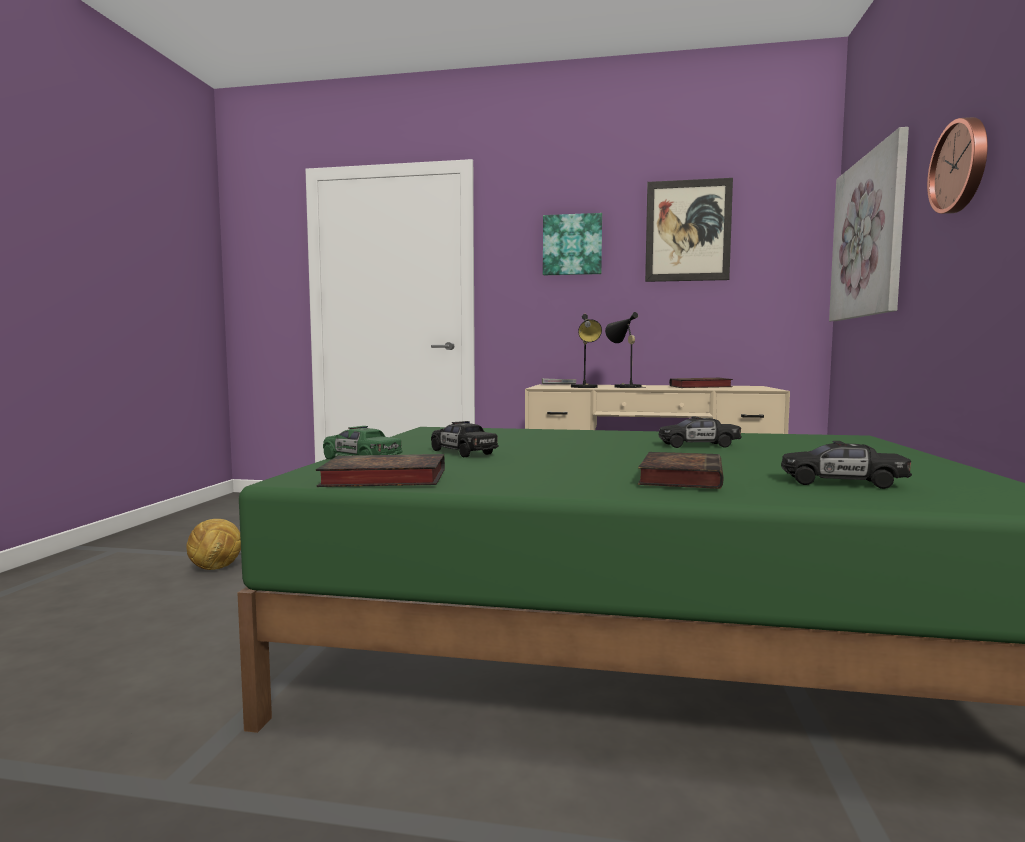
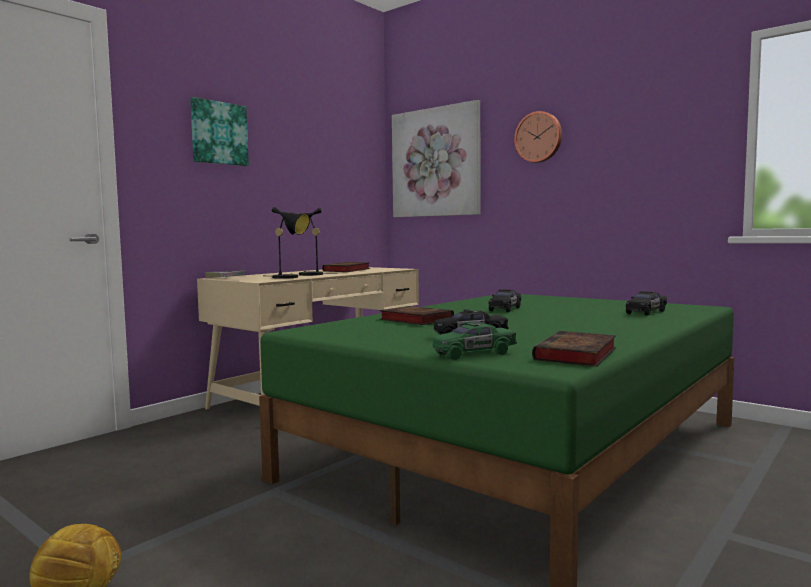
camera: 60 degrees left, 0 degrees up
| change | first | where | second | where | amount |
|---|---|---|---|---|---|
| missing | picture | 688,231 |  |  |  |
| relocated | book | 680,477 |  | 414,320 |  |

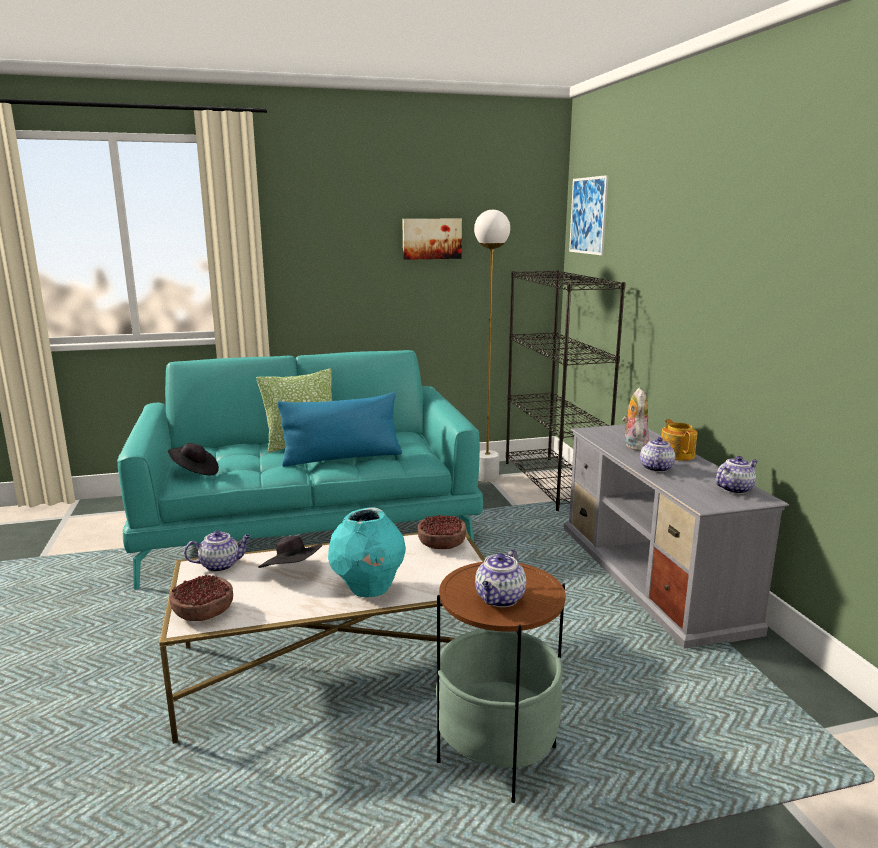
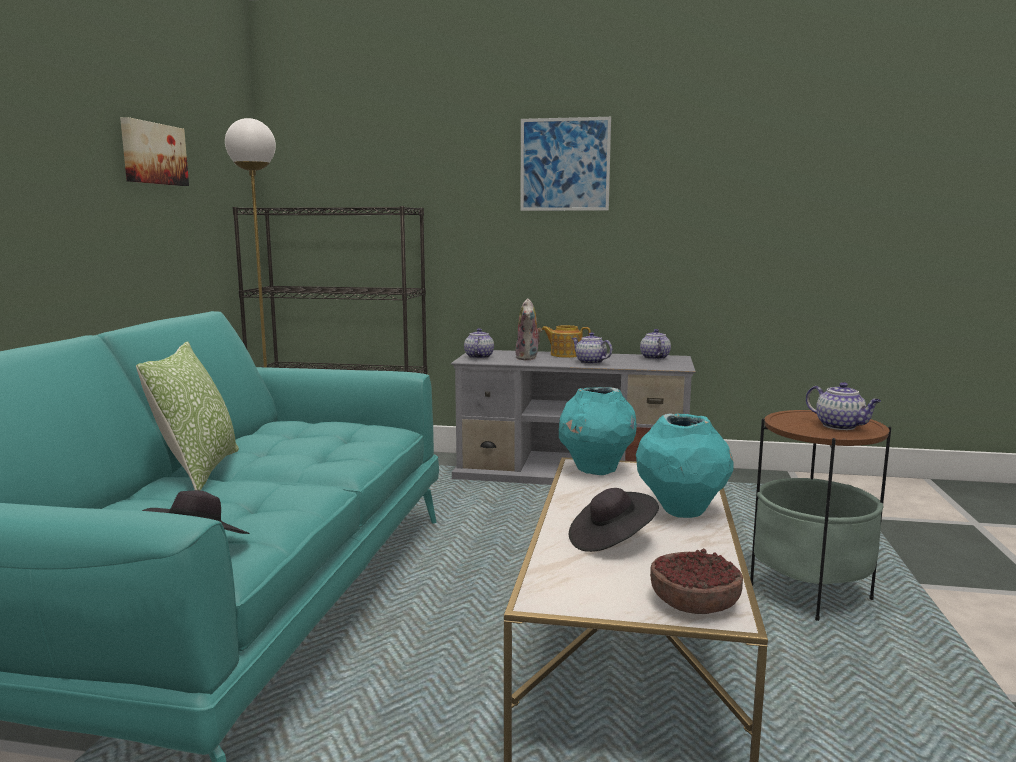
camera: 65 degrees left, 5 degrees down
| change | first | where | second | where | amount |
|---|---|---|---|---|---|
| relocated | picture | 588,215 |  | 565,164 |  |
| spun | plush toy | 633,446 |  | 528,358 | 120 degrees counterclockwise |
| missing | blue pillow | 342,458 |  |  |  |
| exchanged | bowl | 441,544 | turquoise vase | 595,470 |  |
| relocated | teapot | 221,565 |  | 478,357 |  |

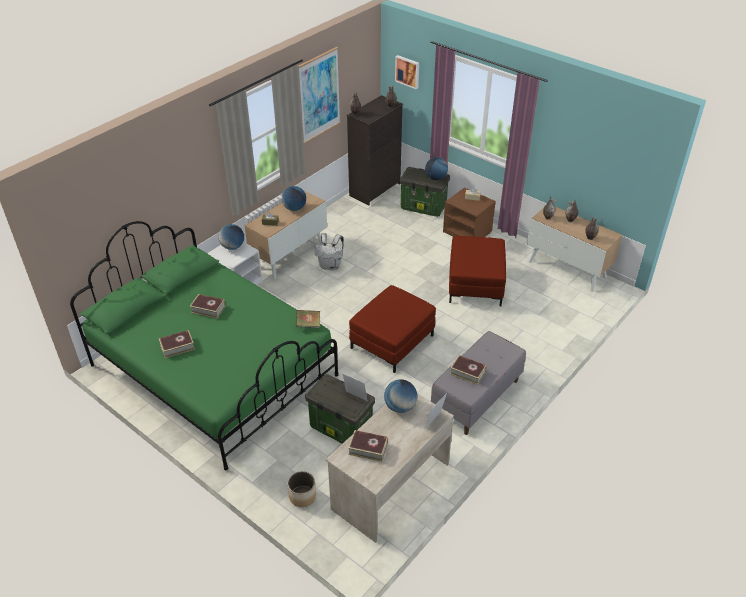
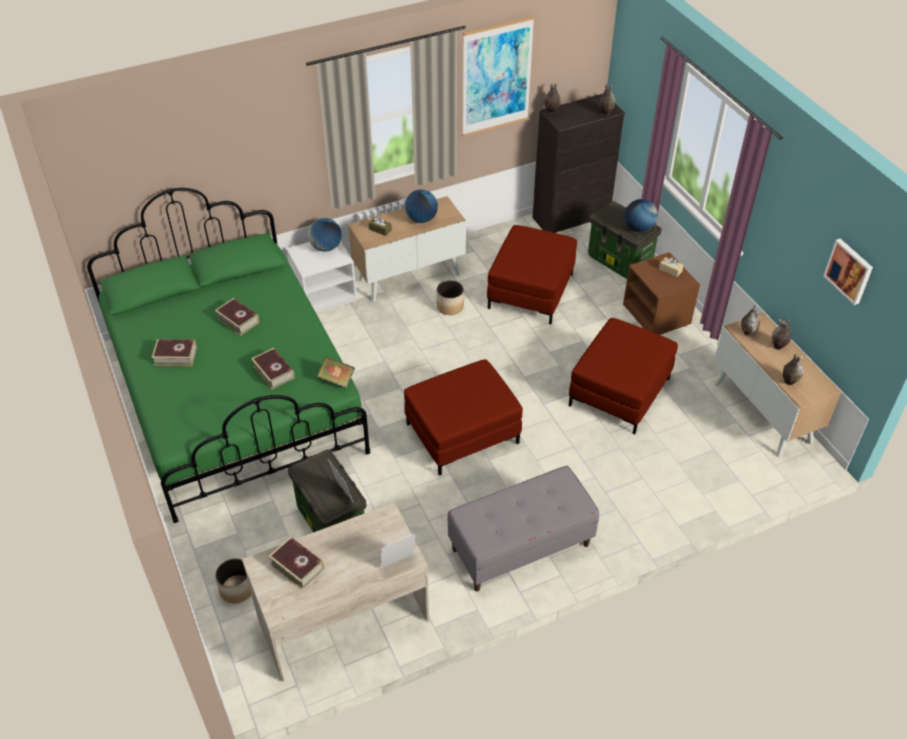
camera: 25 degrees right, 5 degrees up
| change | first | where | second | where | amount |
|---|---|---|---|---|---|
| relocated | picture | 407,71 |  | 849,271 |  |
| exchanged | white backpack | 331,266 | planter | 450,306 |  |
| relocated | book | 467,372 |  | 273,372 |  |
| missing | globe | 400,407 |  |  |  |
| appeared |  |  | red ottoman | 531,291 |  |

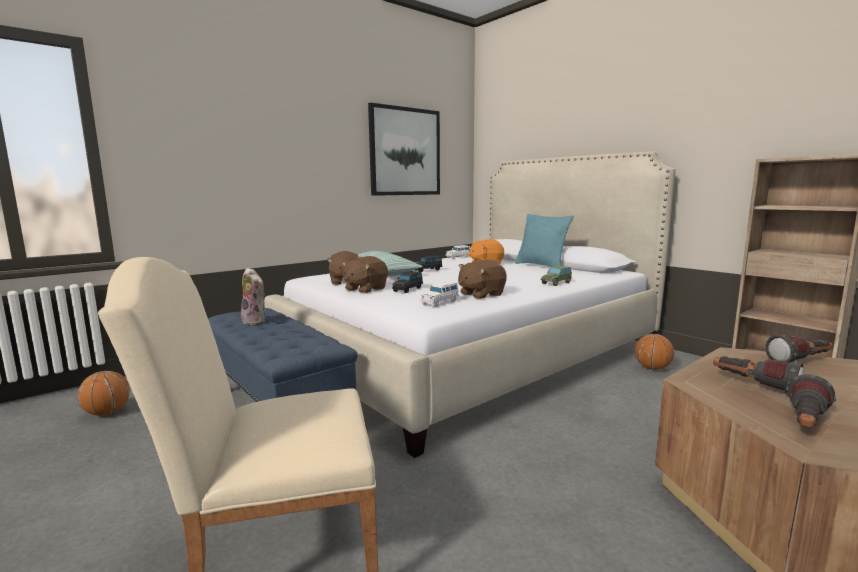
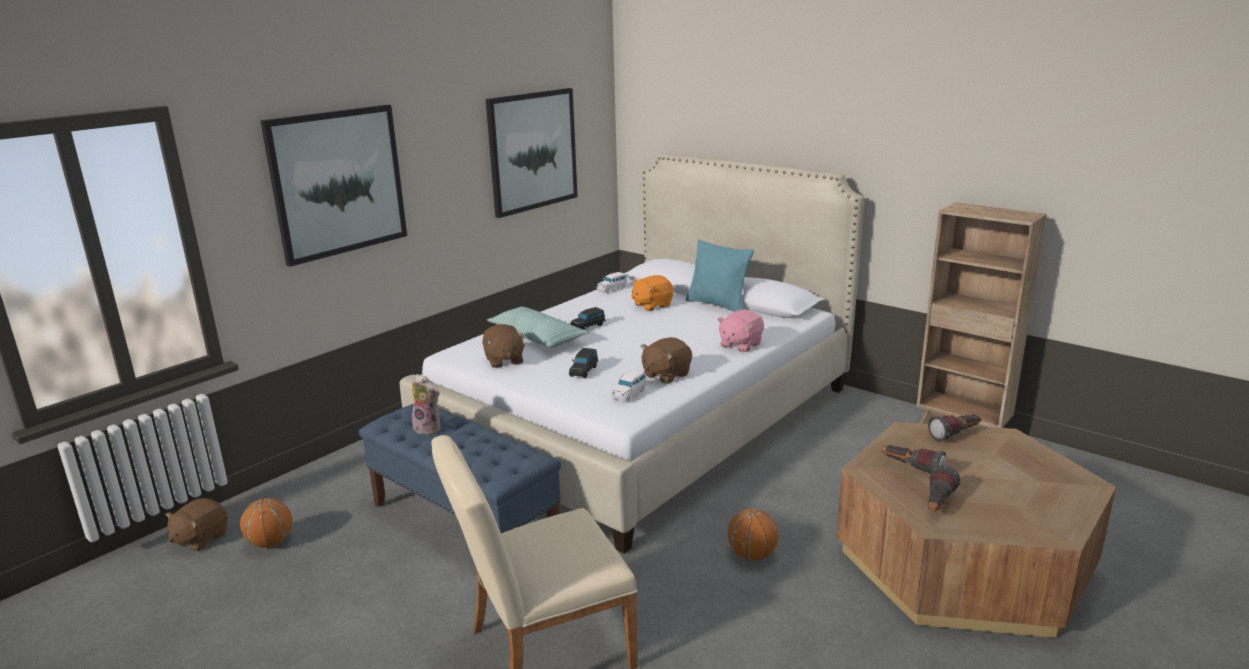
camera: 10 degrees left, 10 degrees up
| change | first | where | second | where | amount |
|---|---|---|---|---|---|
| relocated | brown plush toy | 365,289 |  | 200,539 |  |
| exchanged | toy car | 556,283 | pink plush toy | 740,345 |  |
| relocated | basketball | 652,368 |  | 752,555 |  |
| appeared |  |  | picture | 338,182 |  |

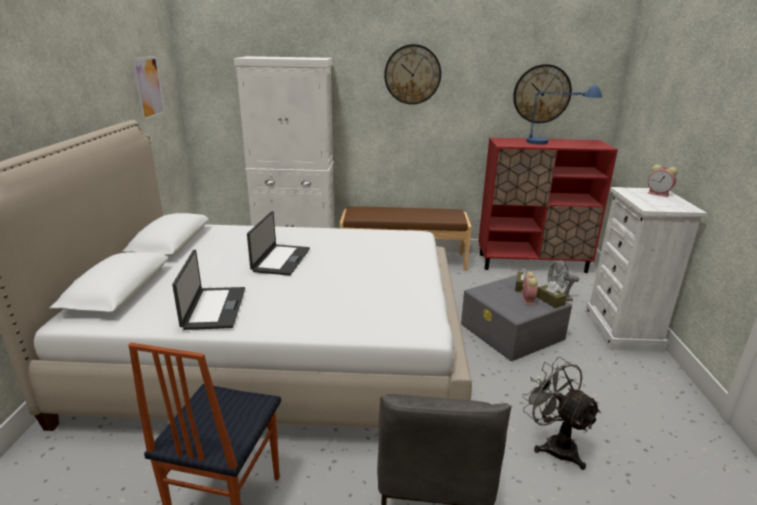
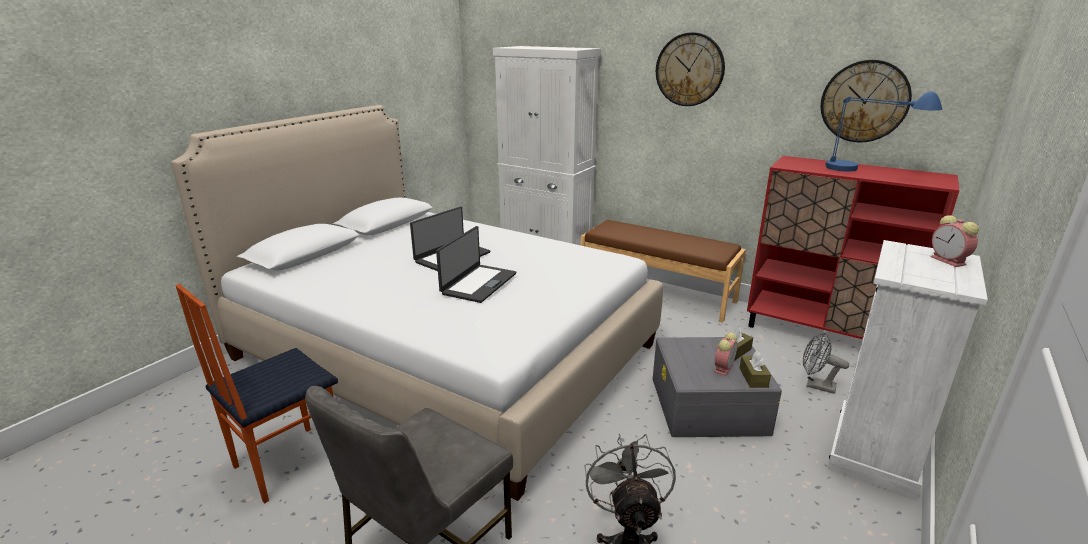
camera: 30 degrees right, 0 degrees up
| change | first | where | second | where | amount |
|---|---|---|---|---|---|
| missing | picture | 148,87 |  |  |  |
| relocated | laptop | 213,308 |  | 478,283 |  |

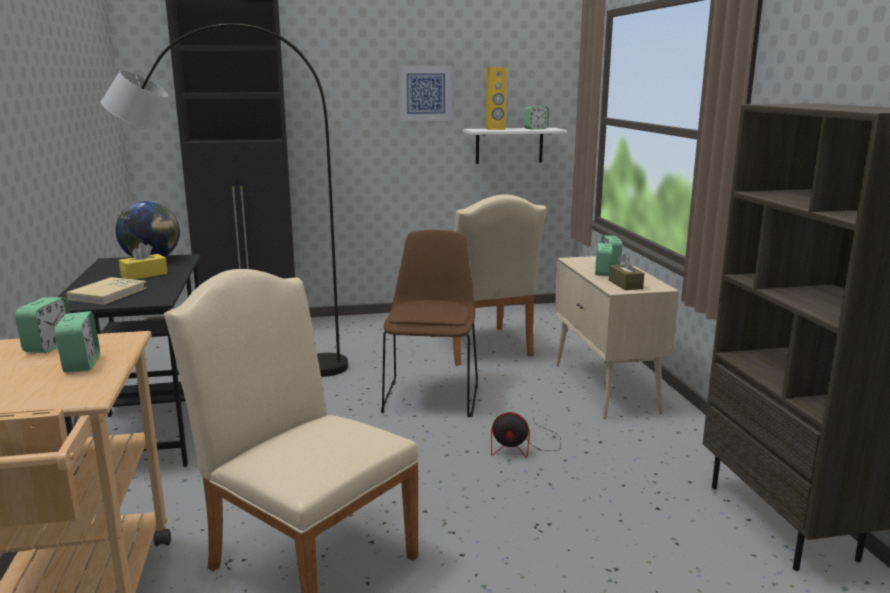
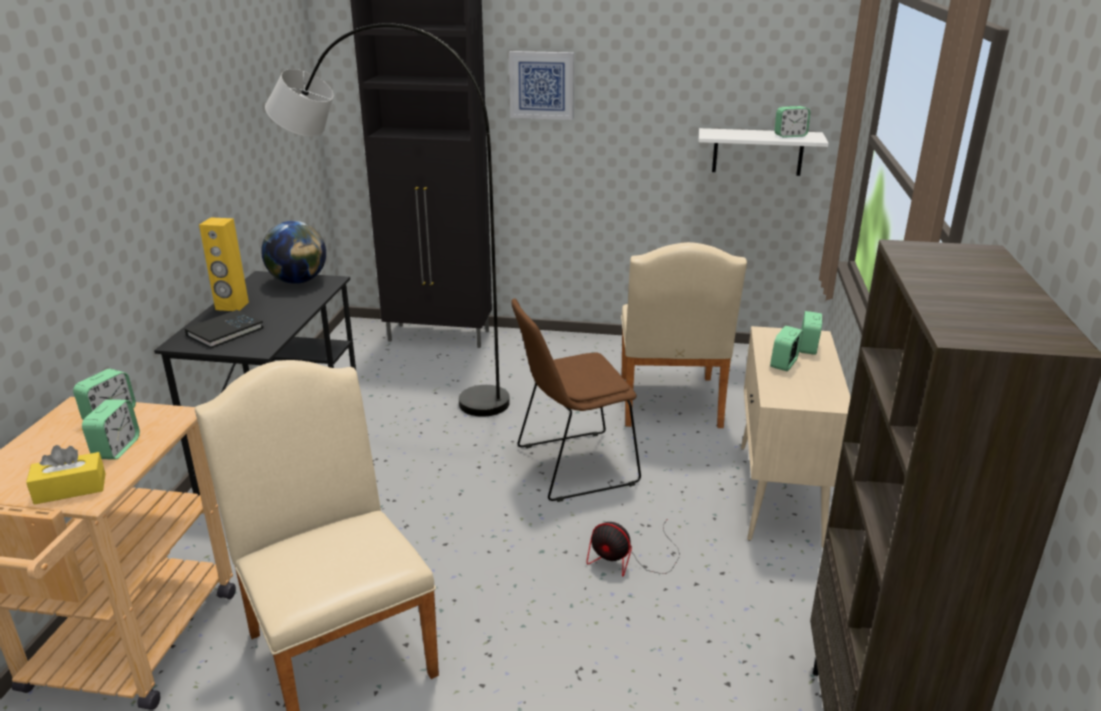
camera: 20 degrees right, 10 degrees up
| change | first | where | second | where | amount |
|---|---|---|---|---|---|
| relocated | picture | 425,93 |  | 542,85 |  |
| relocated | yellow speaker | 495,129 |  | 232,306 |  |
| spun | brown chair | 431,396 |  | 572,466 | 135 degrees counterclockwise |
| relocated | yellow tissue box | 144,275 |  | 70,489 |  |
| missing | brown tissue box | 625,284 |  |  |  |
| colour | beige book | 108,294 | black book | 225,332 |  |

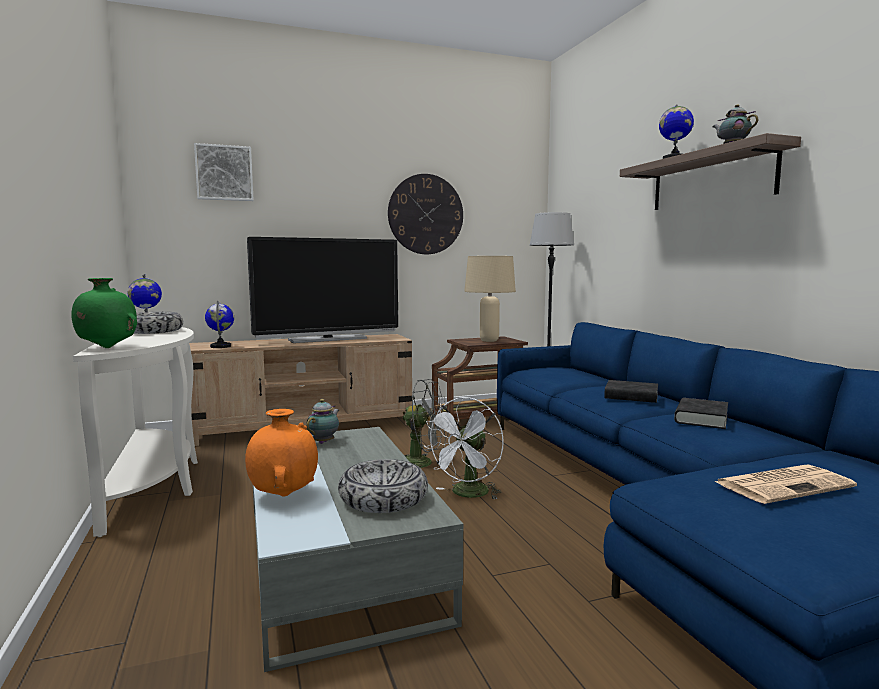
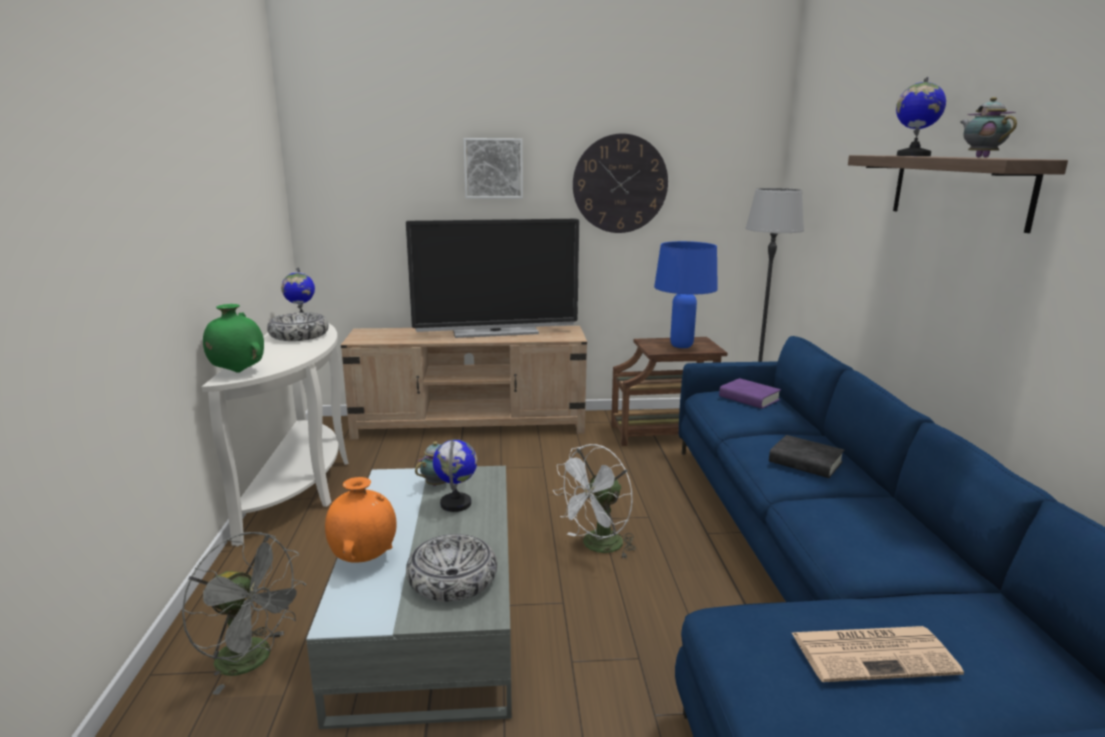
camera: 15 degrees right, 10 degrees up
| change | first | where | second | where | amount |
|---|---|---|---|---|---|
| relocated | picture | 224,173 |  | 493,168 |  |
| colour | beige table lamp | 489,340 | blue table lamp | 681,346 |  |
| relocated | globe | 221,346 |  | 456,503 |  |
| relocated | grey fan | 423,463 |  | 253,660 |  |
| missing | black book | 701,419 |  |  |  |
| appeared |  |  | purple book | 749,398 |  |

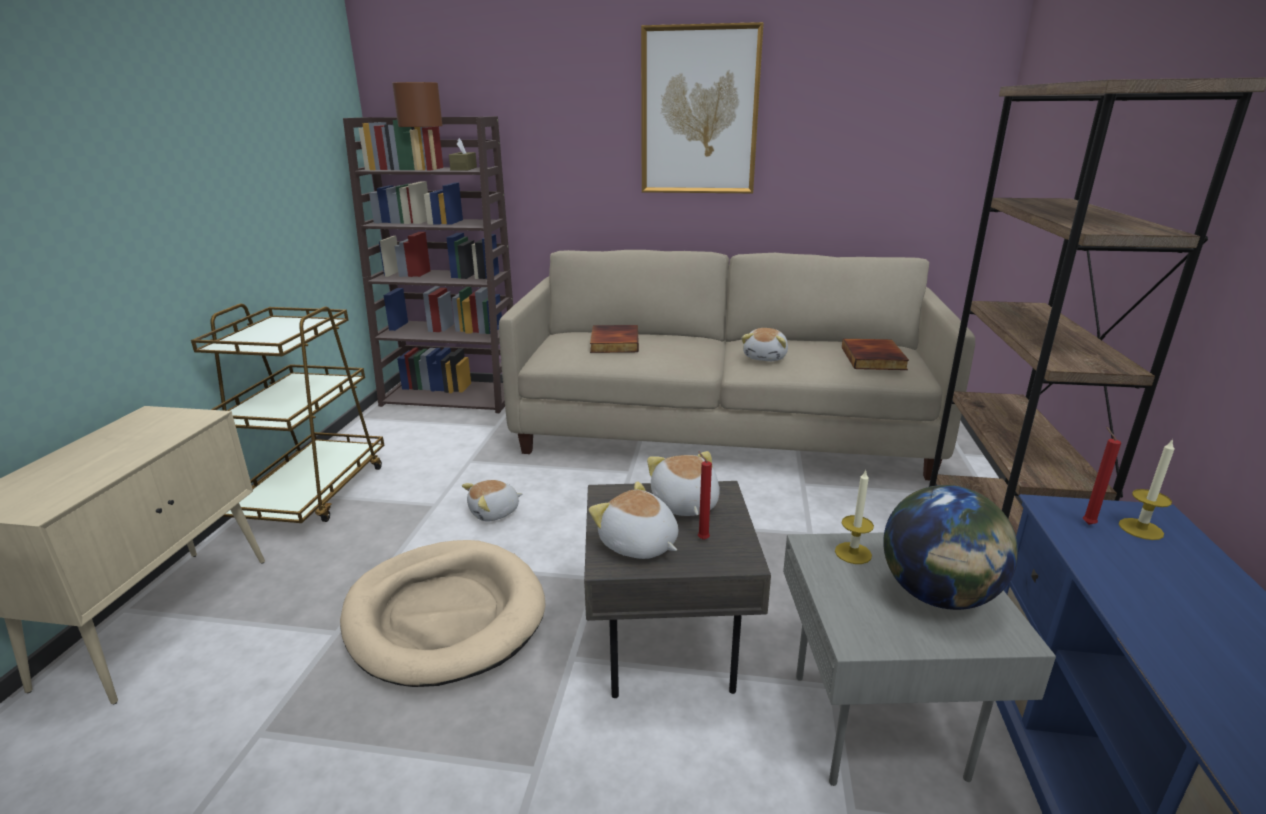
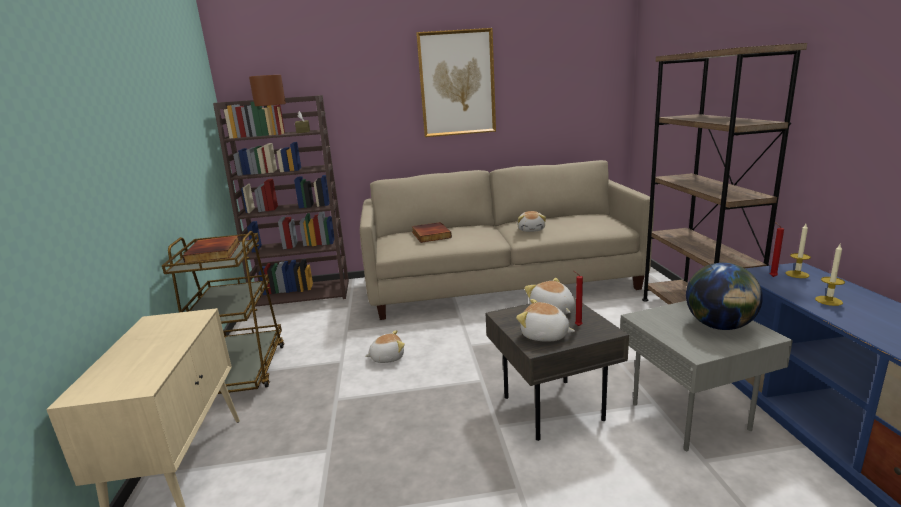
camera: 15 degrees left, 5 degrees down
| change | first | where | second | where | amount |
|---|---|---|---|---|---|
| relocated | book | 874,358 |  | 215,252 |  |
| relocated | candle | 853,553 |  | 828,301 |  |
| spun | plush toy | 495,512 |  | 387,357 | 150 degrees counterclockwise |
| missing | beige dog bed | 445,615 |  |  |  |

